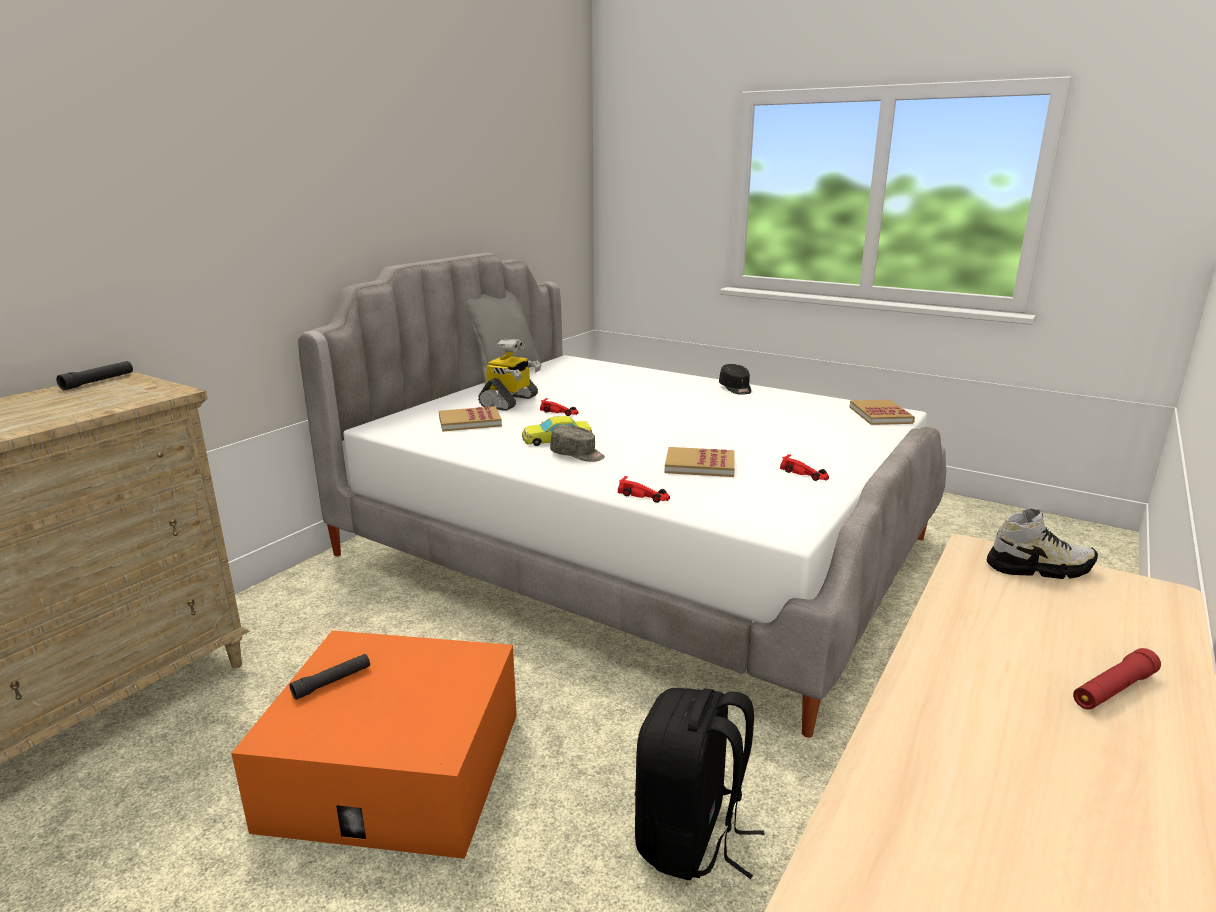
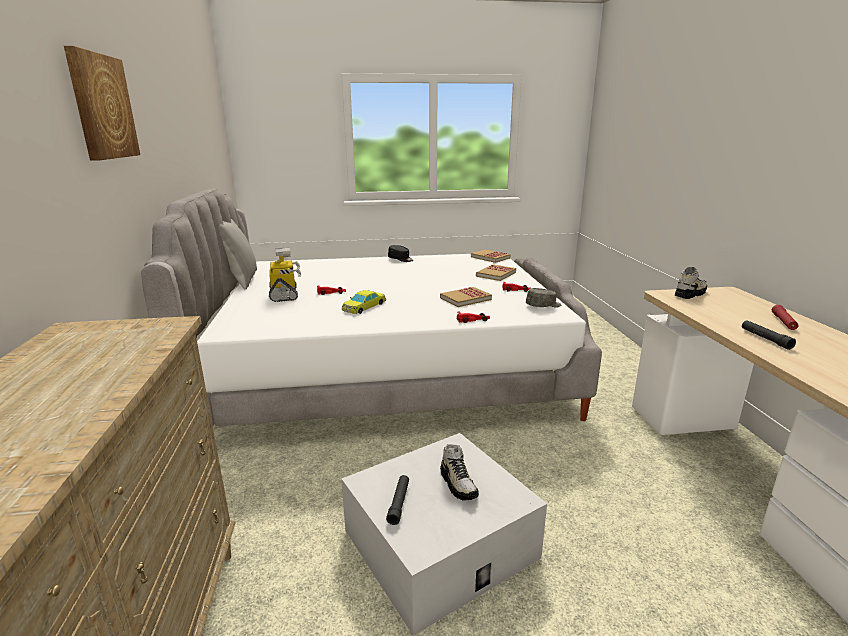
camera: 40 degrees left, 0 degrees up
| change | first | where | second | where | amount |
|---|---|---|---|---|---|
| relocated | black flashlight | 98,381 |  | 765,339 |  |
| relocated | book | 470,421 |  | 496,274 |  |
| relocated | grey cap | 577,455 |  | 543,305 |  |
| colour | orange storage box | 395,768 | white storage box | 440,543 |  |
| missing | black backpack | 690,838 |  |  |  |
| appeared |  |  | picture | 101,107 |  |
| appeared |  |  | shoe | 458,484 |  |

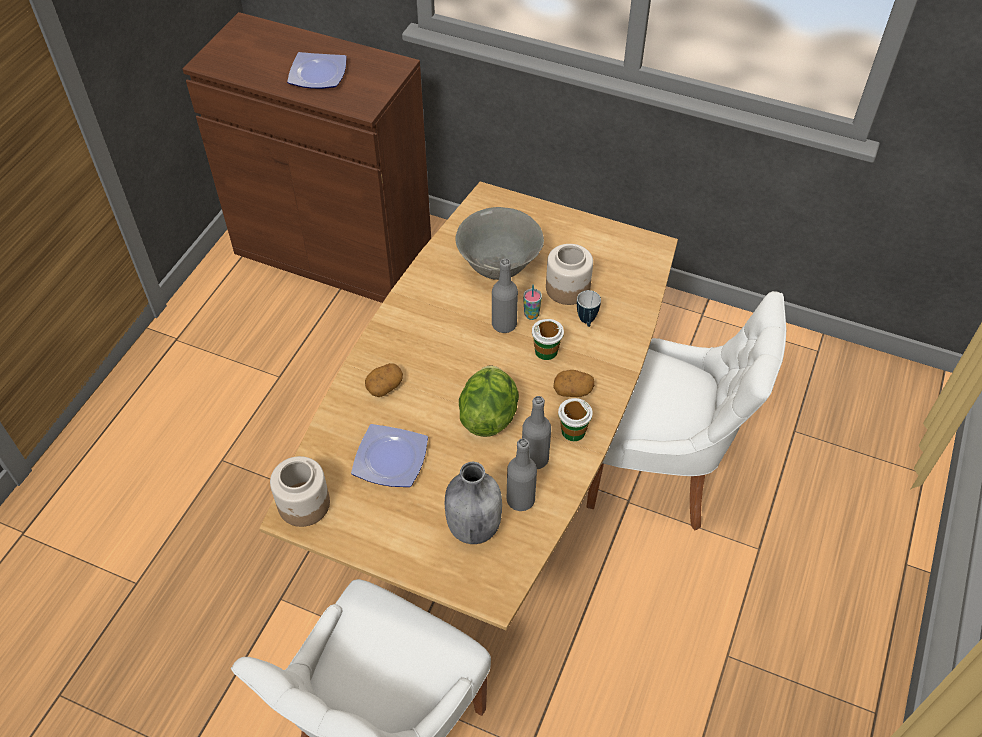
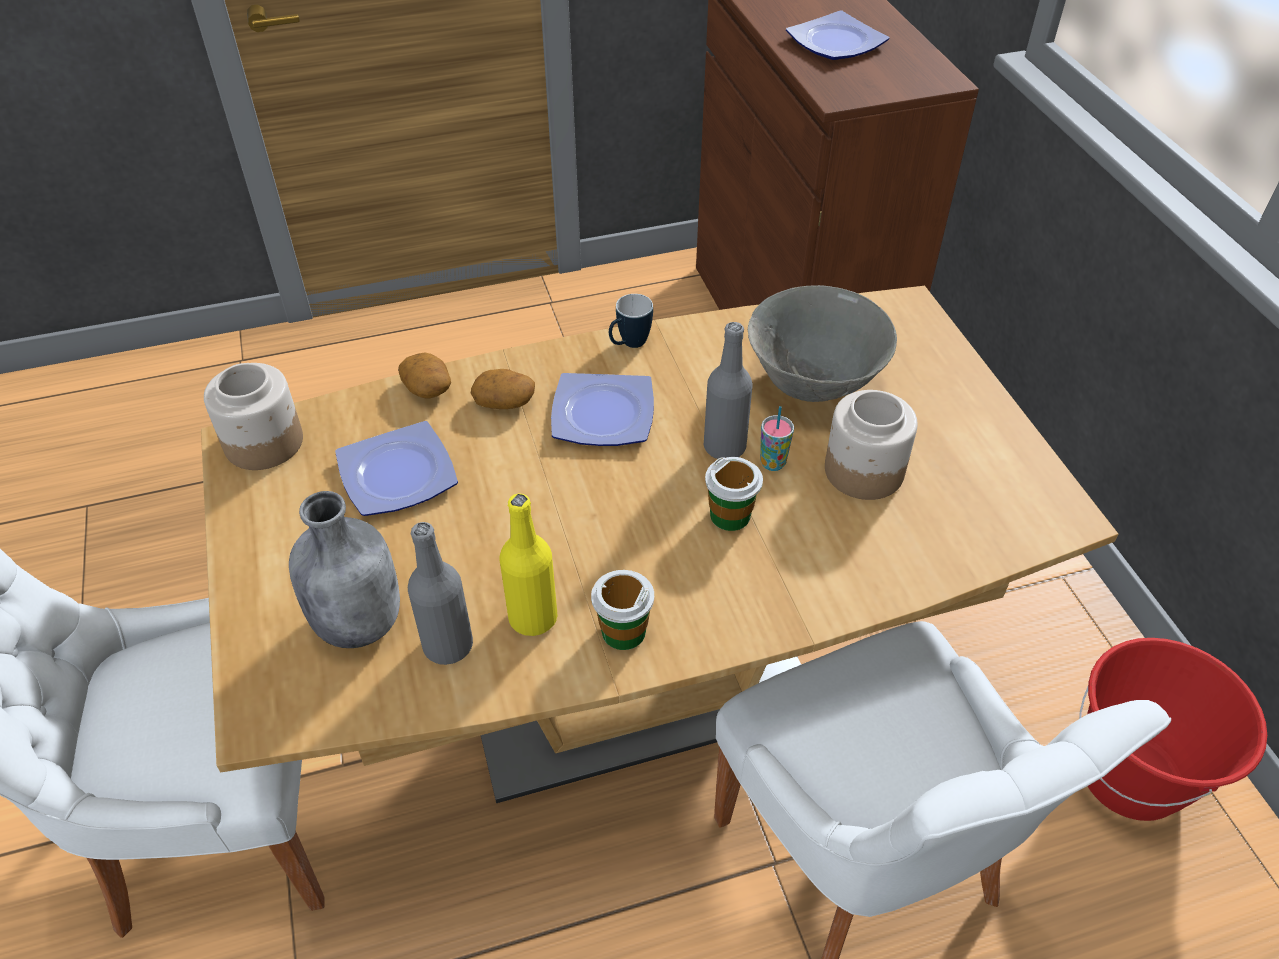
camera: 50 degrees right, 5 degrees down
| change | first | where | second | where | amount |
|---|---|---|---|---|---|
| relocated | mug | 587,322 |  | 629,345 |  |
| missing | lettuce | 488,415 |  |  |  |
| relocated | potato | 573,390 |  | 428,388 |  |
| colour | grey bottle | 534,459 | yellow bottle | 533,618 |  |
| appeared |  |  | plate | 601,416 |  |
| appeared |  |  | red bucket | 1130,776 |  |

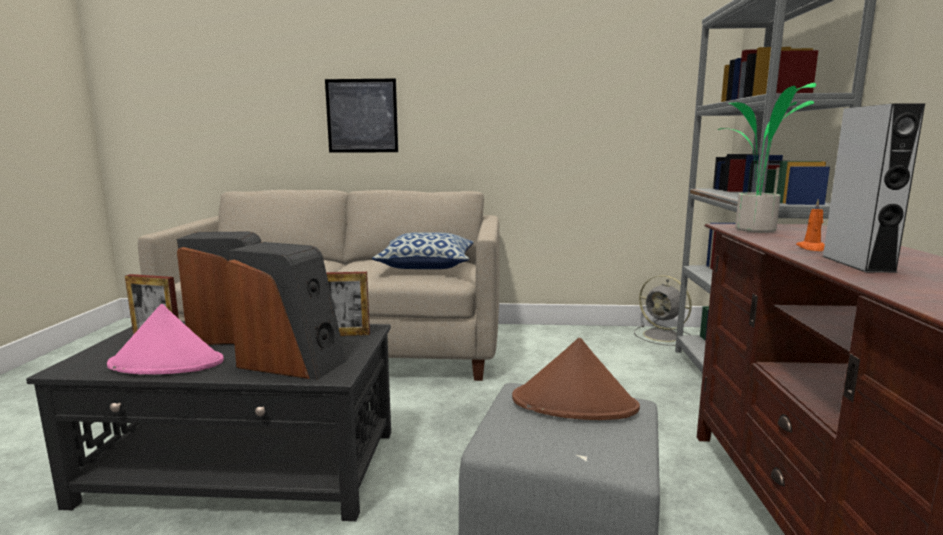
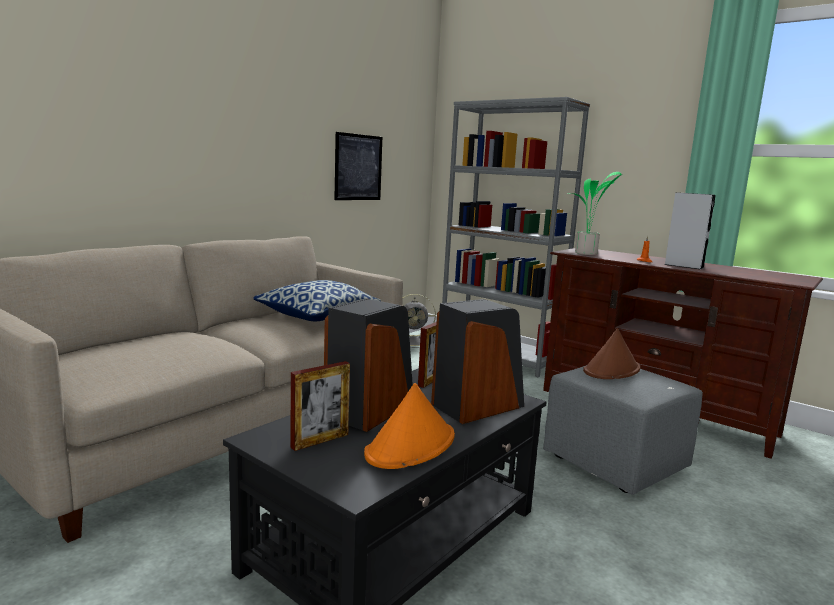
camera: 55 degrees left, 0 degrees up
| change | first | where | second | where | amount |
|---|---|---|---|---|---|
| relocated | picture | 362,116 |  | 358,167 |  |
| colour | pink hat | 167,363 | orange hat | 411,445 |  |

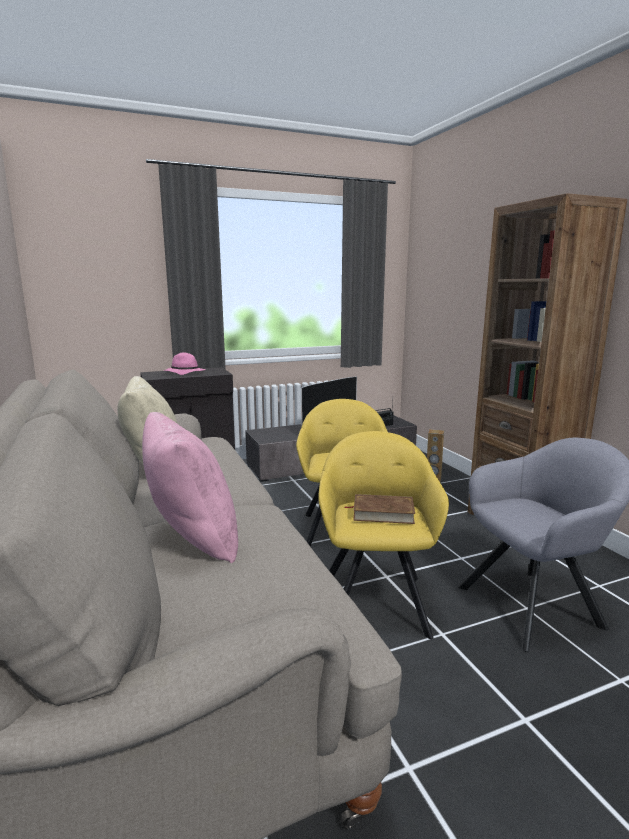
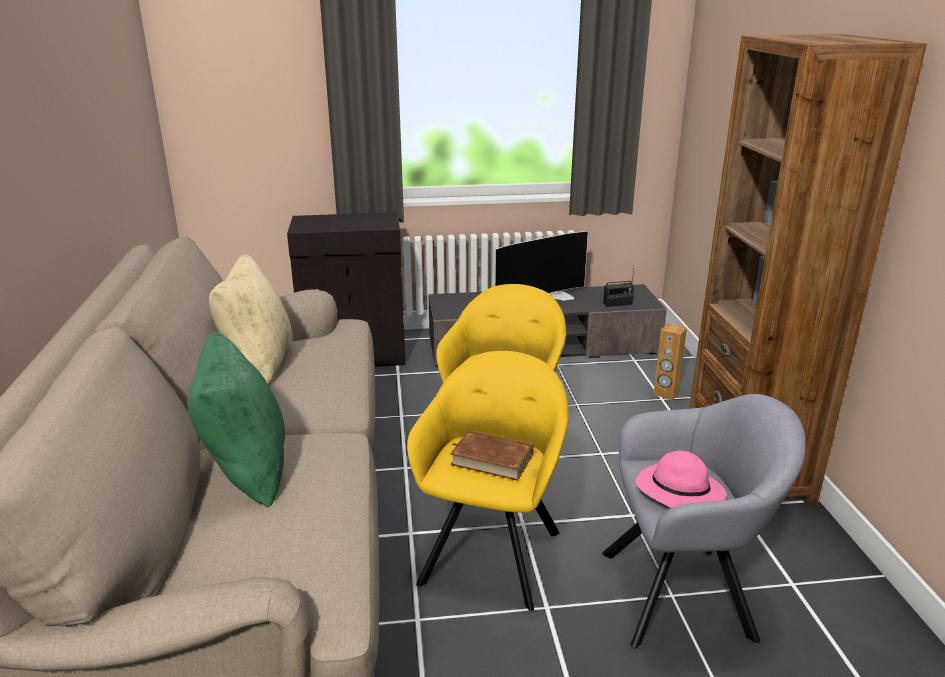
camera: 15 degrees right, 10 degrees up
| change | first | where | second | where | amount |
|---|---|---|---|---|---|
| relocated | pink hat | 184,373 |  | 677,492 |  |
| colour | pink pillow | 192,538 | green pillow | 247,470 |  |

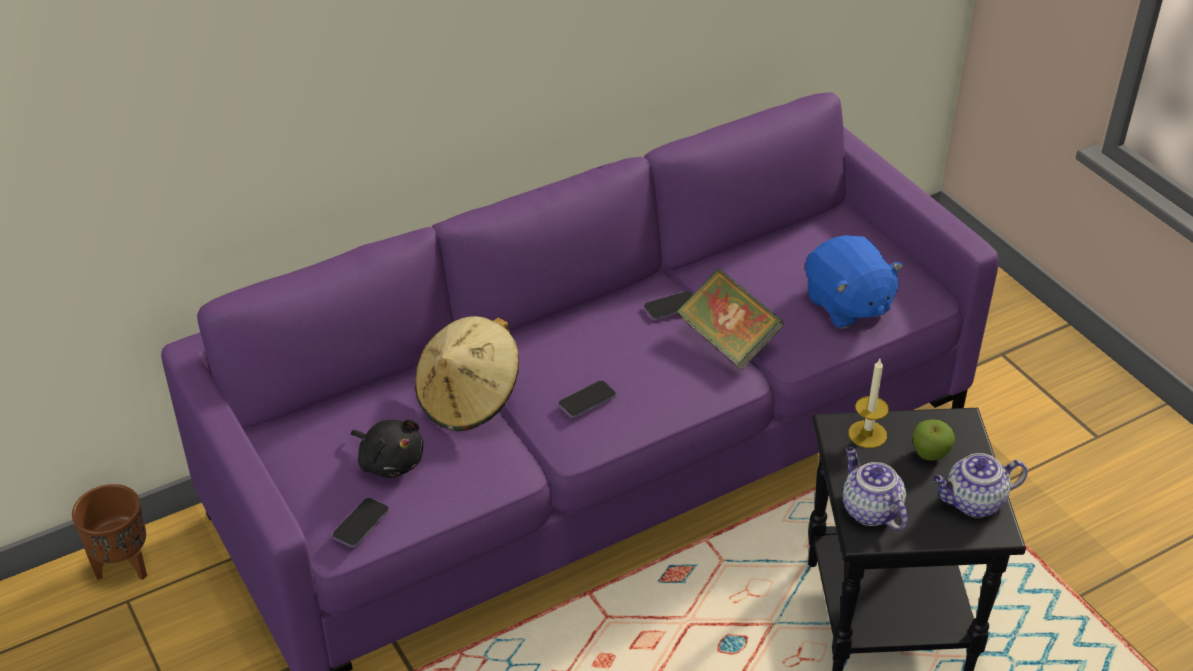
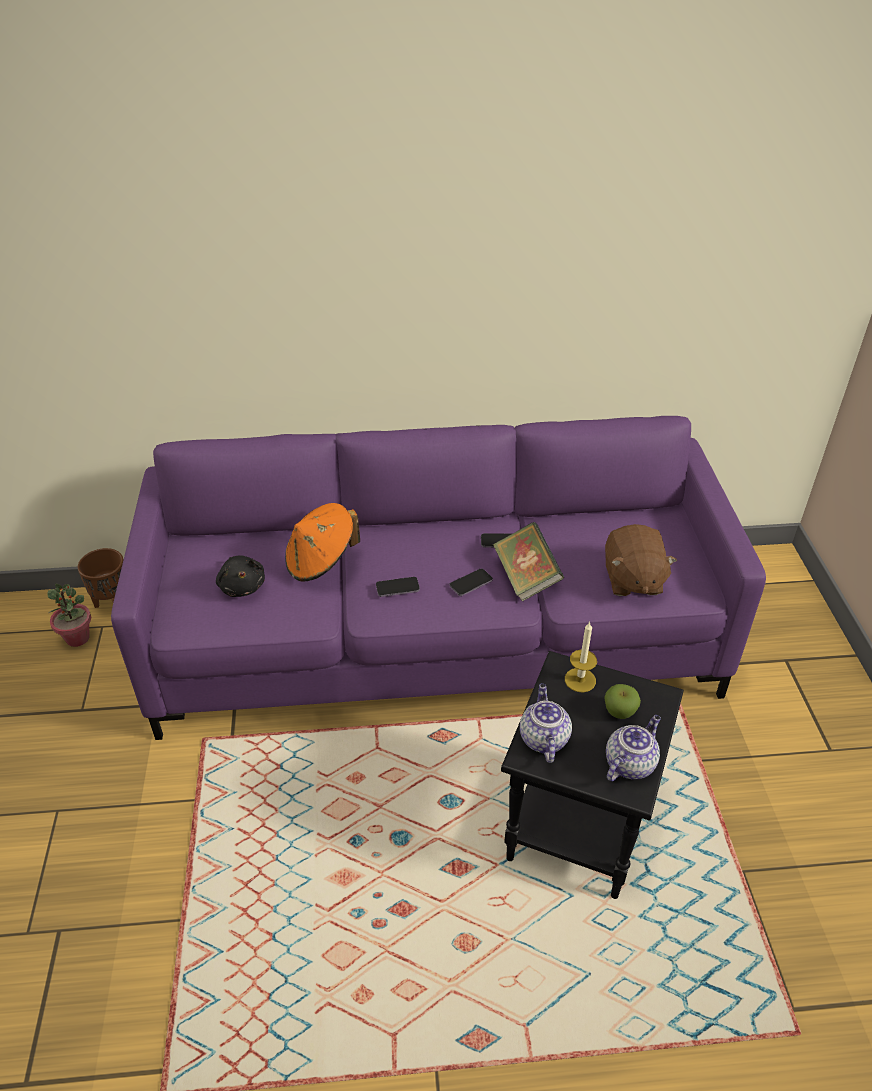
camera: 25 degrees right, 0 degrees up
| change | first | where | second | where | amount |
|---|---|---|---|---|---|
| colour | blue plush toy | 847,305 | brown plush toy | 632,580 |  |
| colour | beige hat | 469,399 | orange hat | 321,561 |  |
| spun | teapot | 973,503 |  | 629,763 | 120 degrees clockwise |
| relocated | phone | 361,524 |  | 471,583 |  |
| appeared |  |  | potted plant | 78,638 |  |

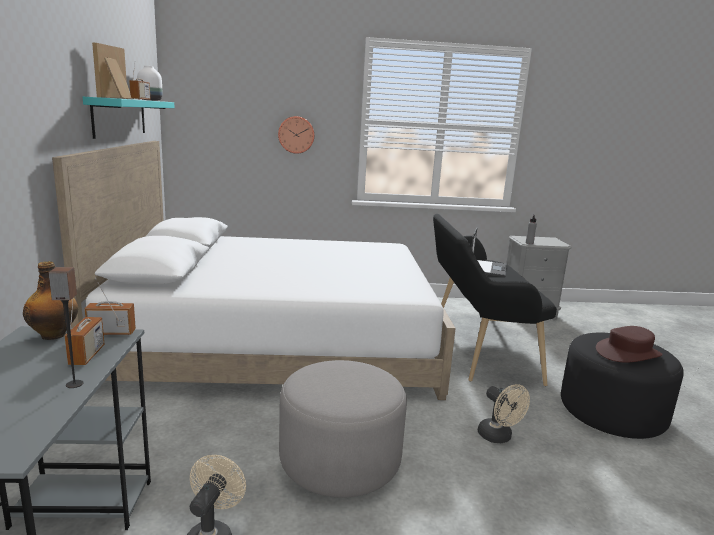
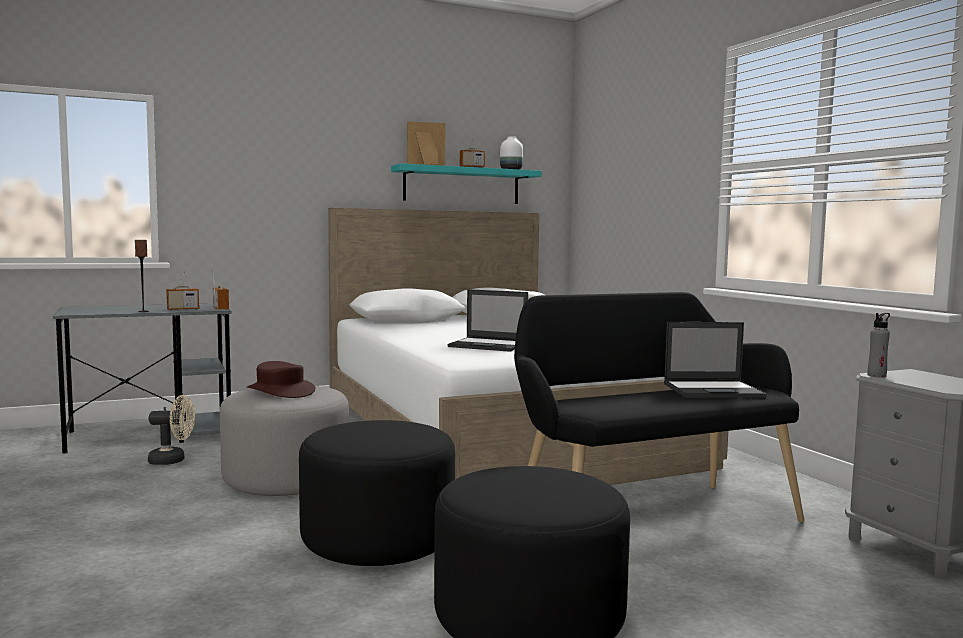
camera: 70 degrees right, 10 degrees down
| change | first | where | second | where | amount |
|---|---|---|---|---|---|
| missing | wall clock | 296,134 |  |  |  |
| missing | bottle | 54,335 |  |  |  |
| relocated | brown hat | 628,353 |  | 280,391 |  |
| exchanged | beige fan | 498,437 | black ottoman | 378,539 |  |
| appeared |  |  | laptop | 489,345 |  |

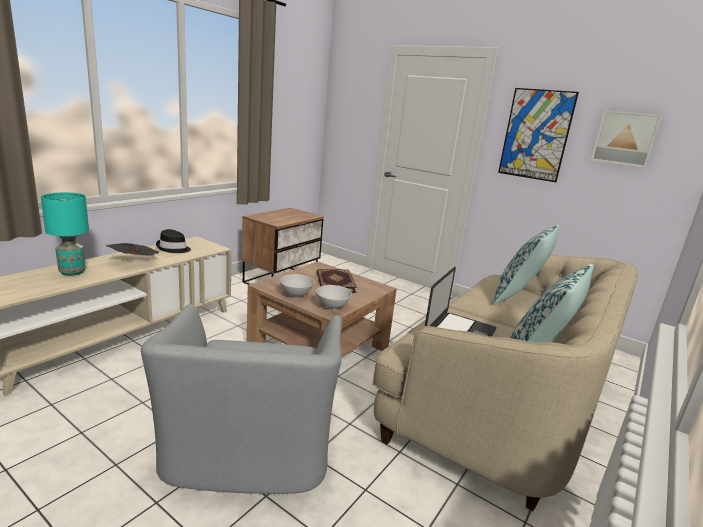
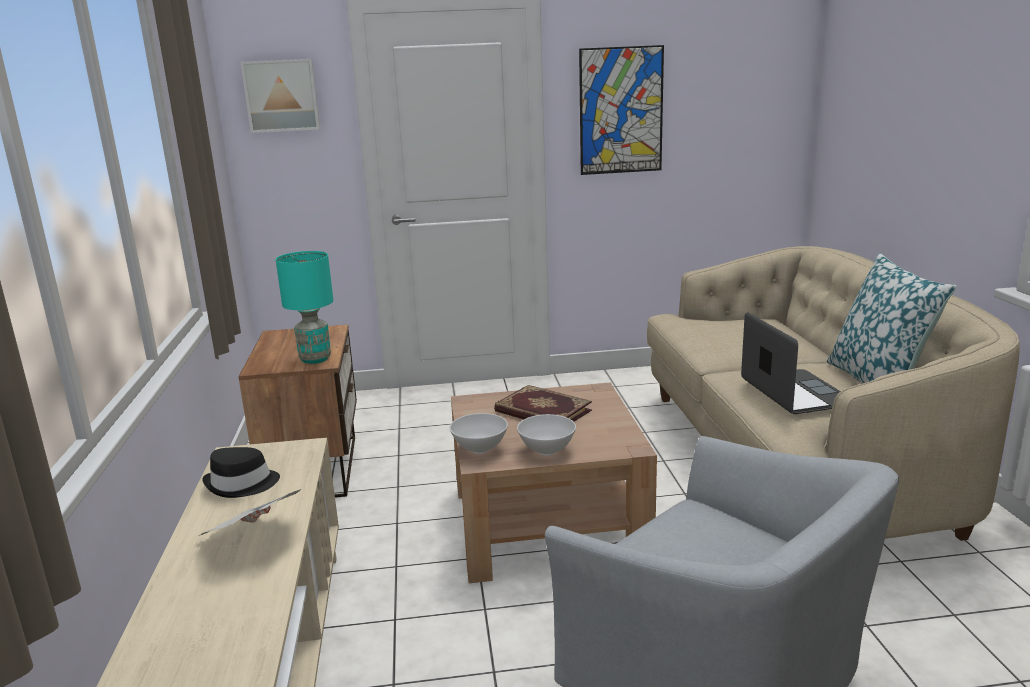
camera: 40 degrees left, 0 degrees up
| change | first | where | second | where | amount |
|---|---|---|---|---|---|
| relocated | picture | 625,138 |  | 281,95 |  |
| relocated | turquoise table lamp | 73,272 |  | 315,359 |  |
| missing | pillow | 518,297 |  |  |  |
| relocated | white bowl | 332,307 |  | 480,450 |  |

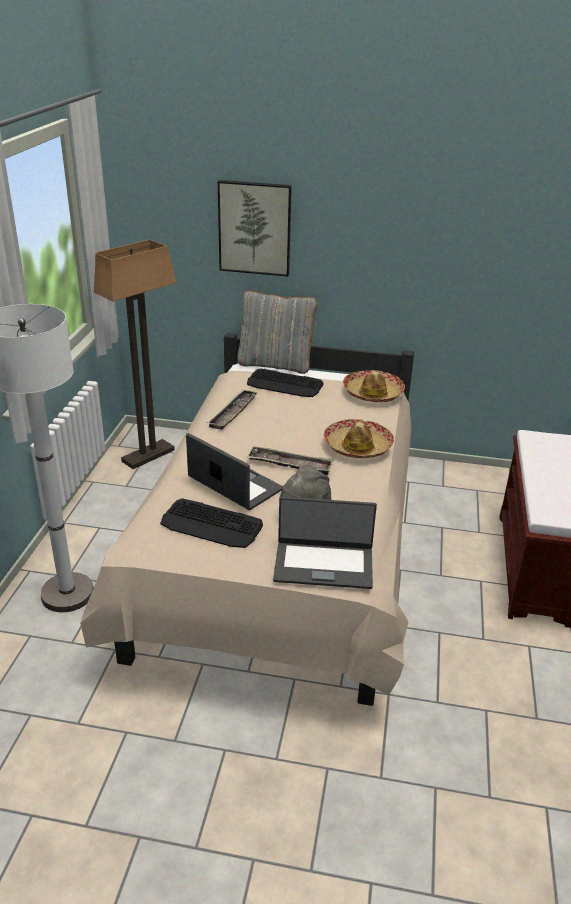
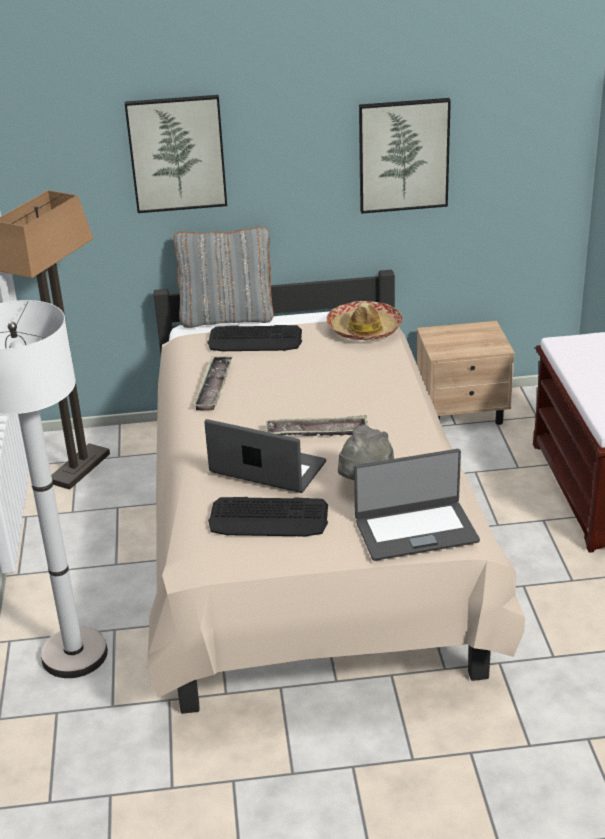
camera: 15 degrees left, 0 degrees up
| change | first | where | second | where | amount |
|---|---|---|---|---|---|
| missing | hat | 357,446 |  |  |  |
| appeared |  |  | picture | 403,155 |  |
| appeared |  |  | beige nightstand | 463,413 |  |

